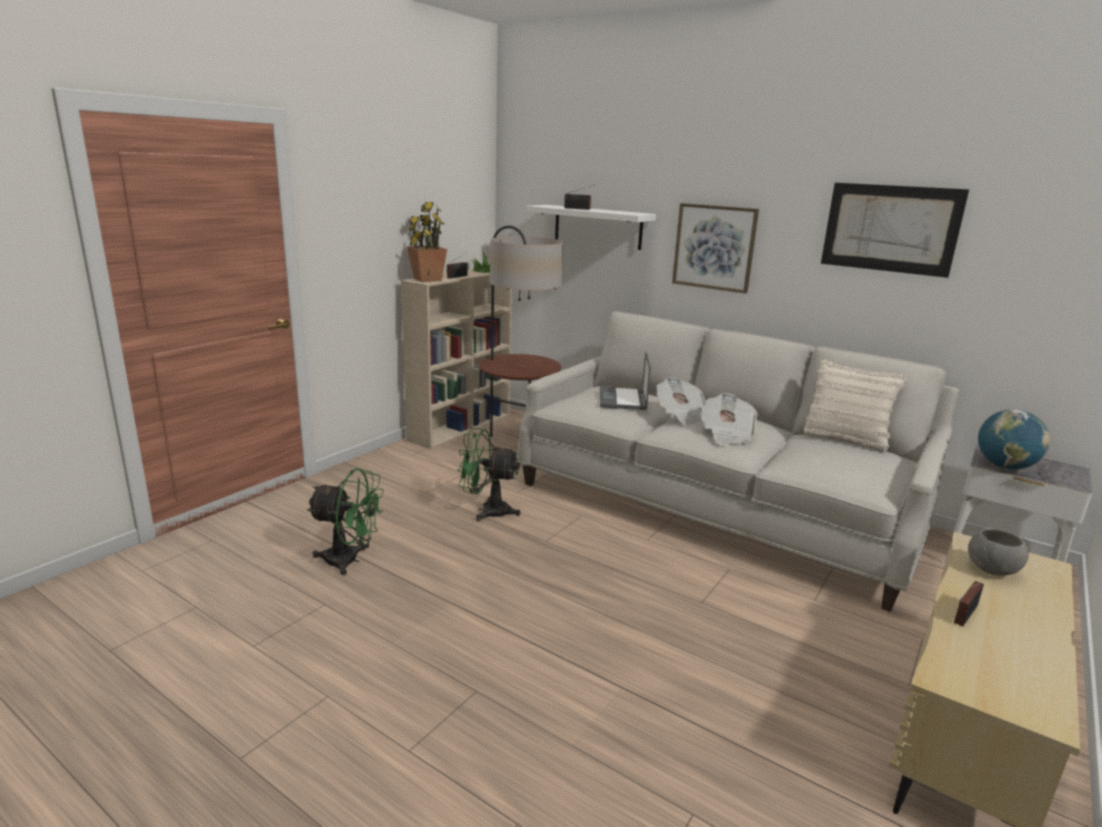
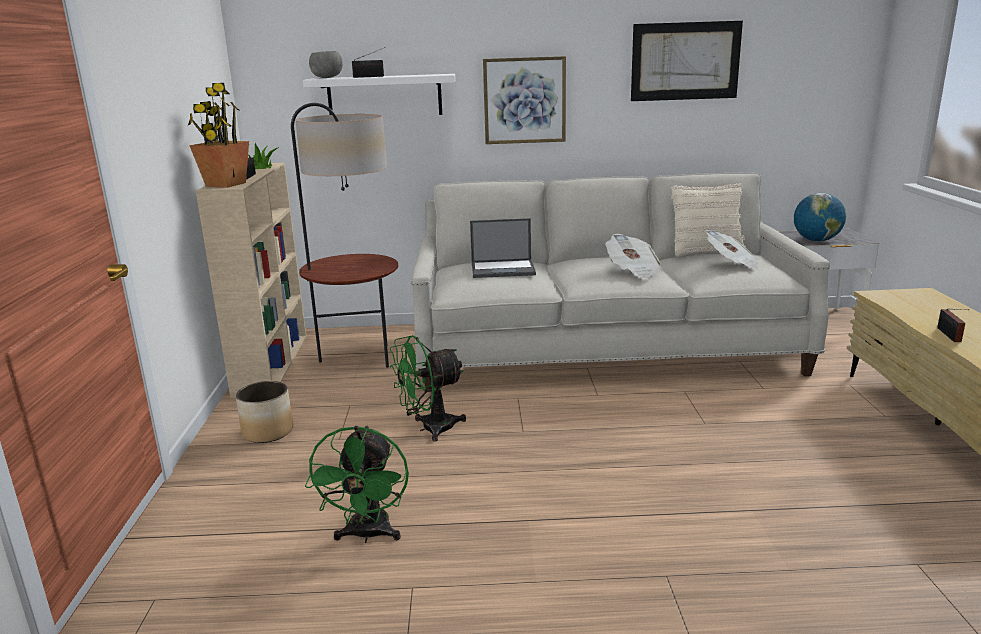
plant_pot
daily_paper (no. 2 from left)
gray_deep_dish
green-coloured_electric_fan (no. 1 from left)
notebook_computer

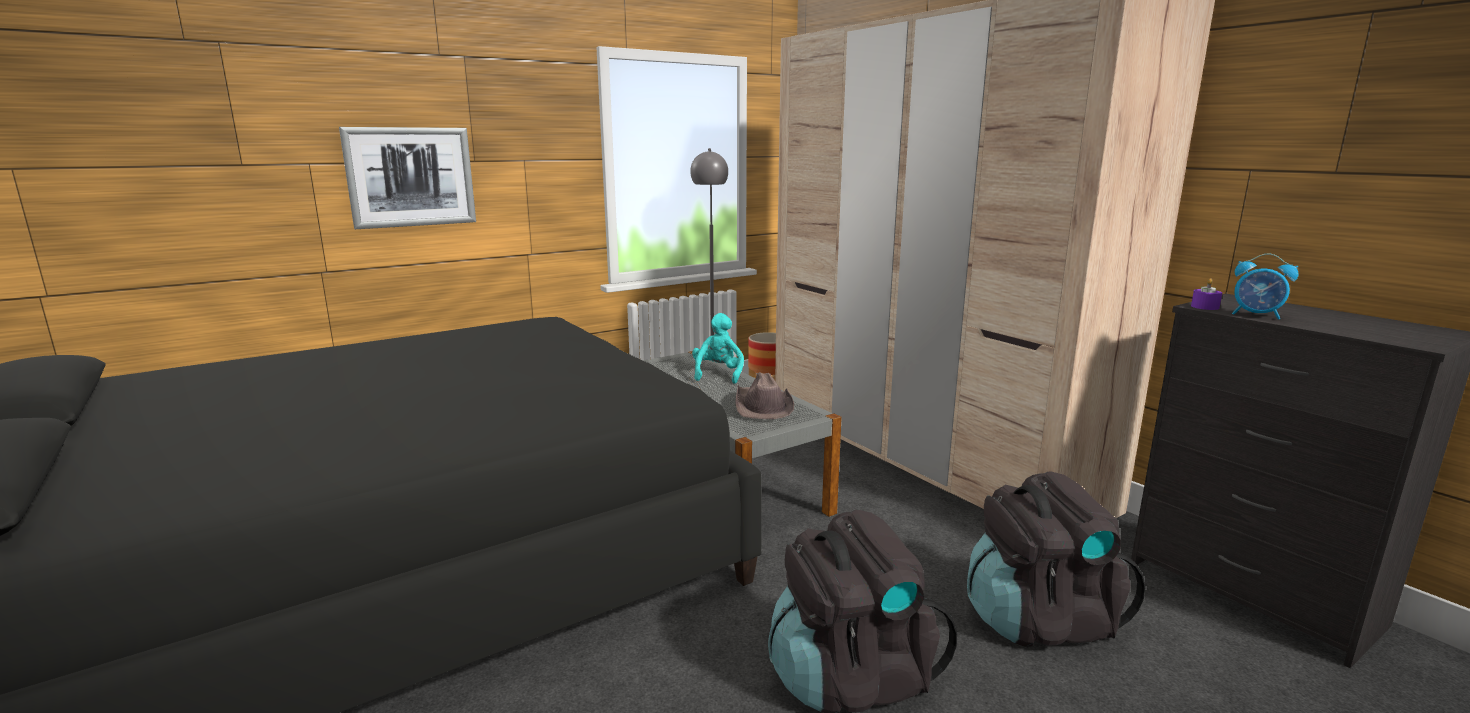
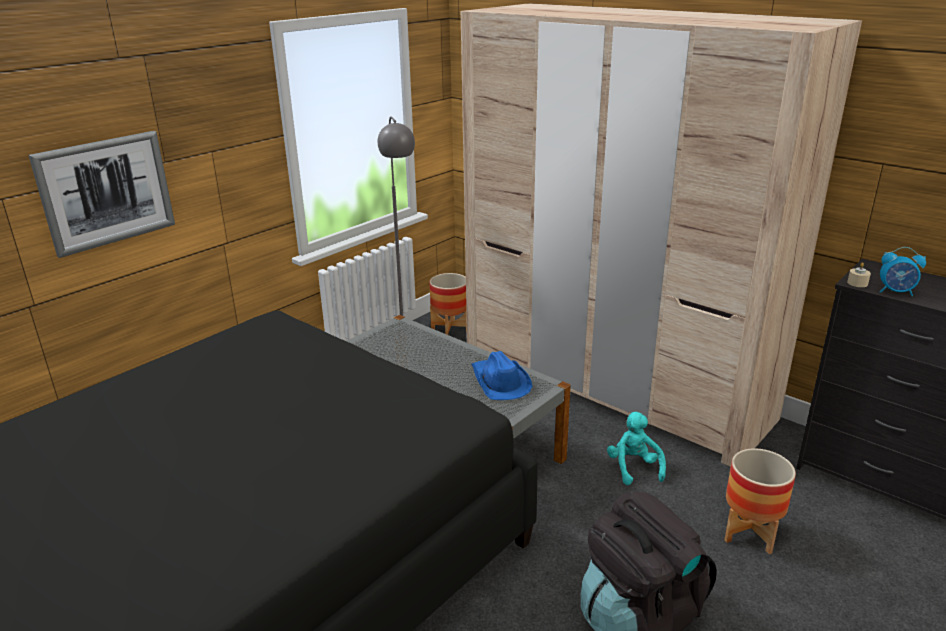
blue-green_cuddly_toy
plant_pot (no. 2 from left)
blue-coloured_clothing_hat
beige-coloured_wax_light

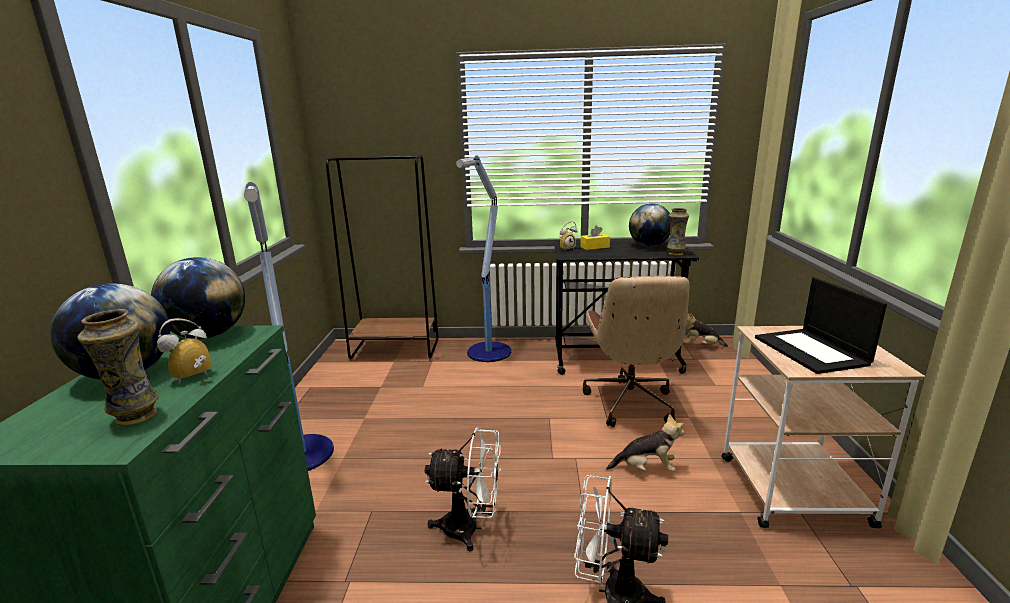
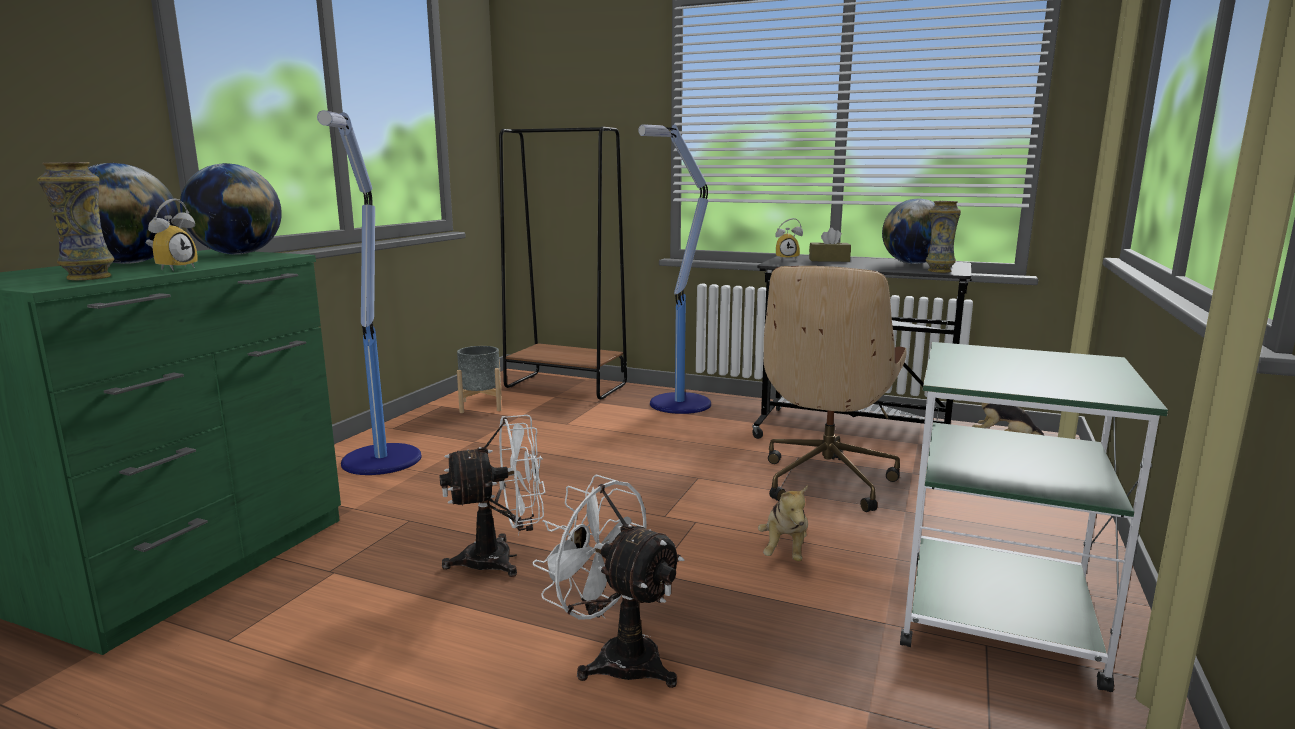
notebook_computer
gray_plant_pot
brownish_tissue_box
green-coloured_cart
bedside_clock (no. 1 from left)
white_electric_fan (no. 1 from left)
cuddly_toy (no. 1 from left)

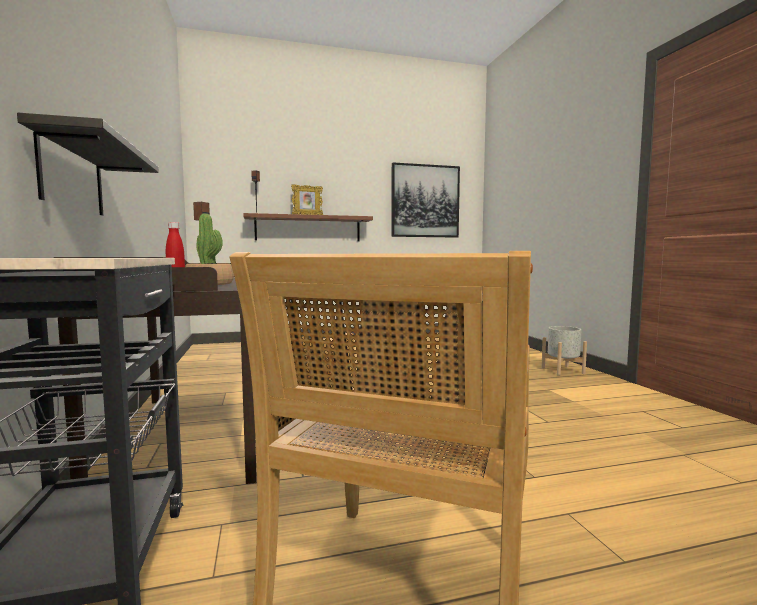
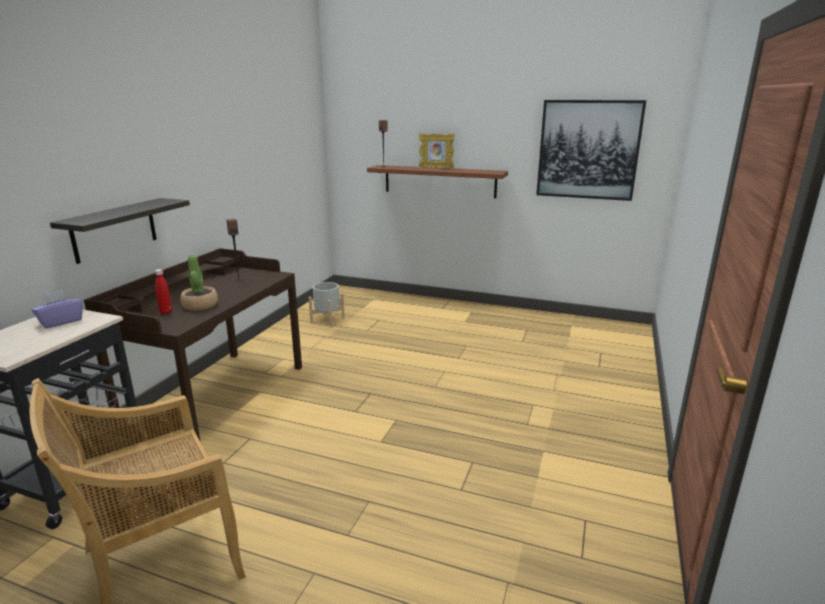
purplish_tissue_box
gray_plant_pot

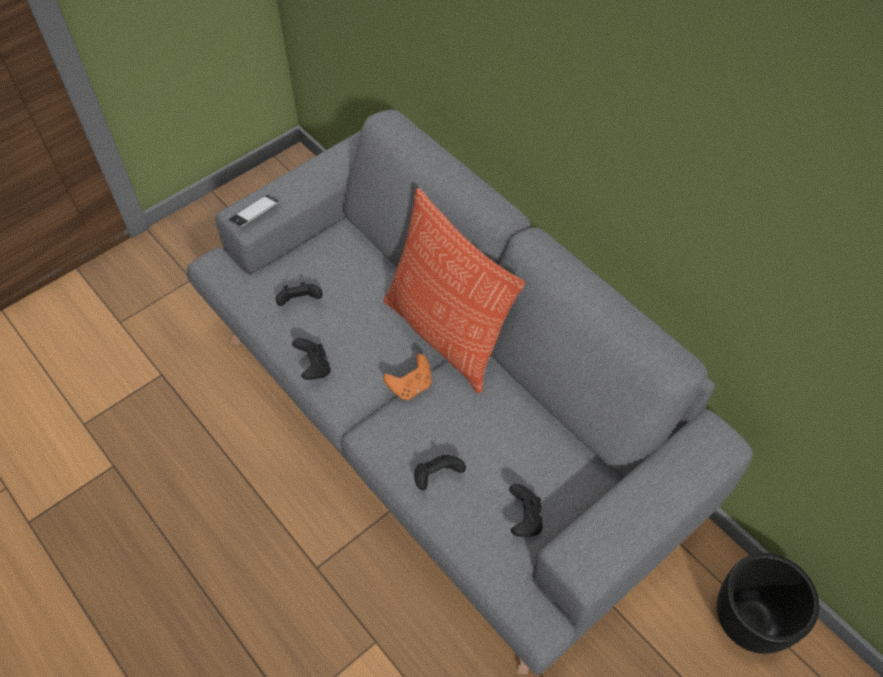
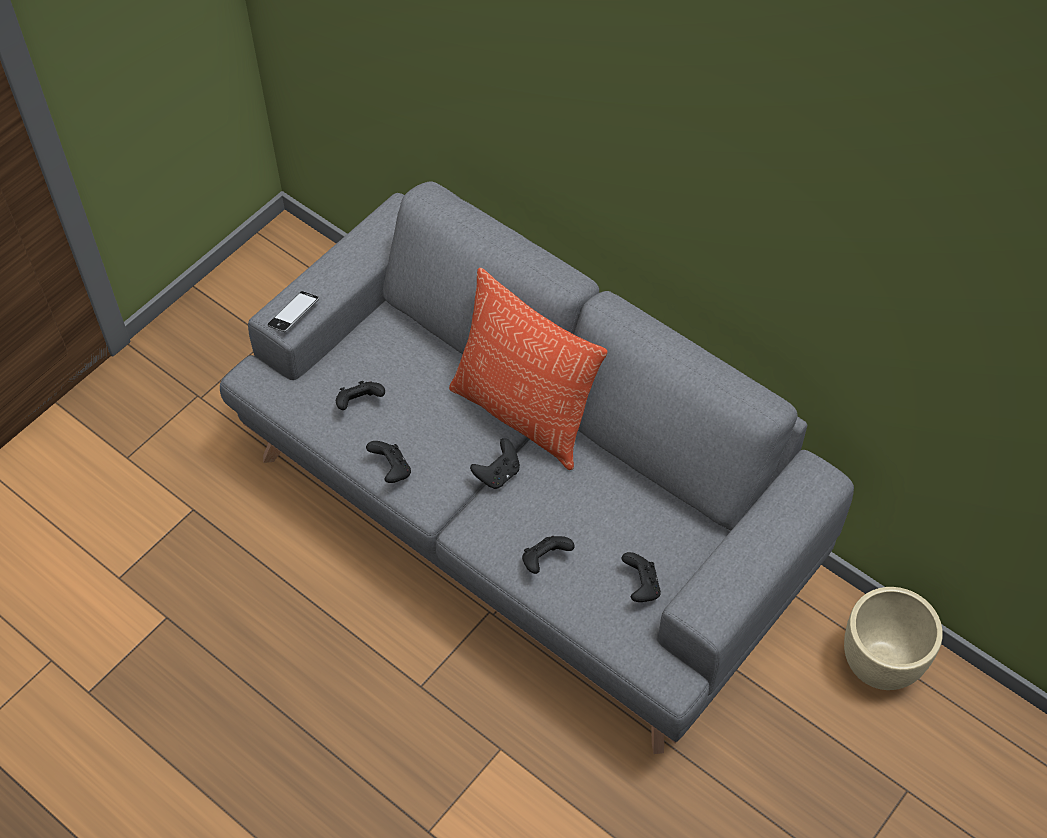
black-coloured_joypad (no. 3 from left)
beige-coloured_plant_pot

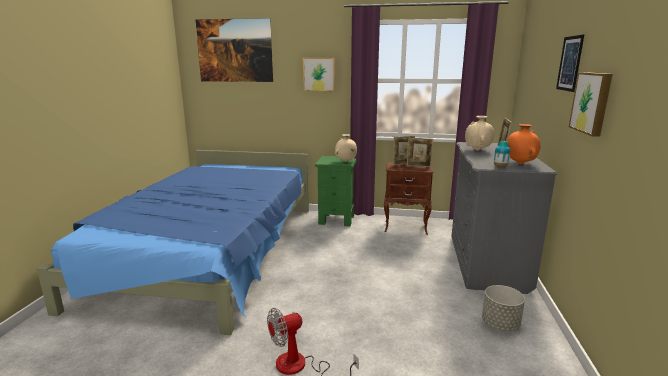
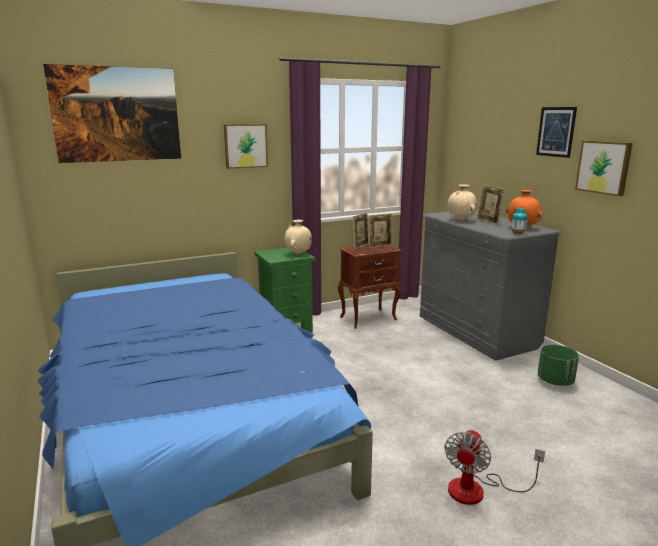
green-coloured_plant_pot

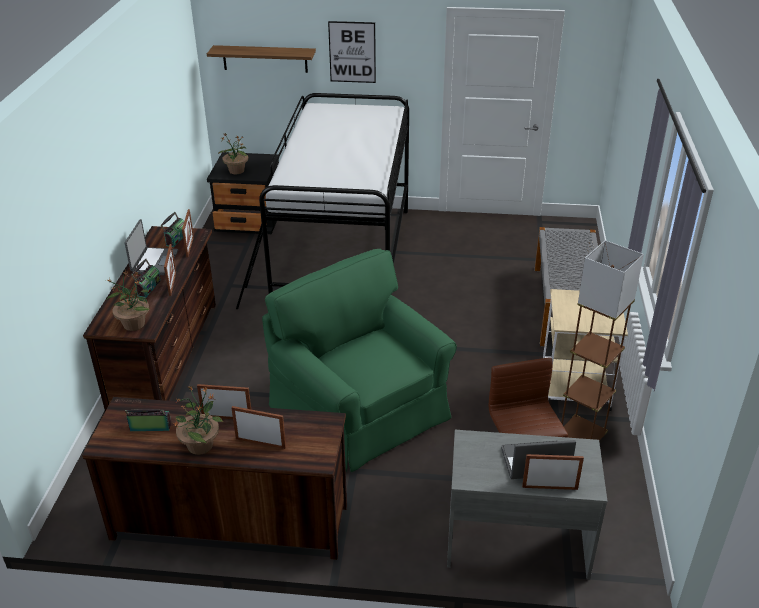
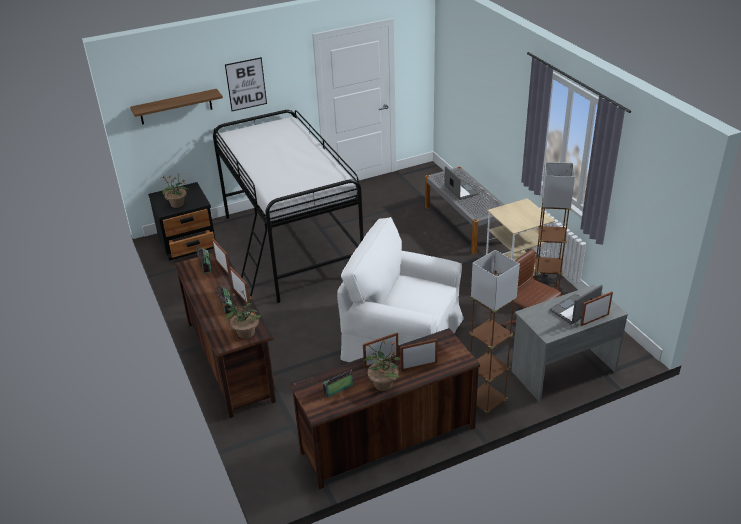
brownish_floor_lamp (no. 1 from left)
notebook_computer (no. 1 from left)
white_armchair

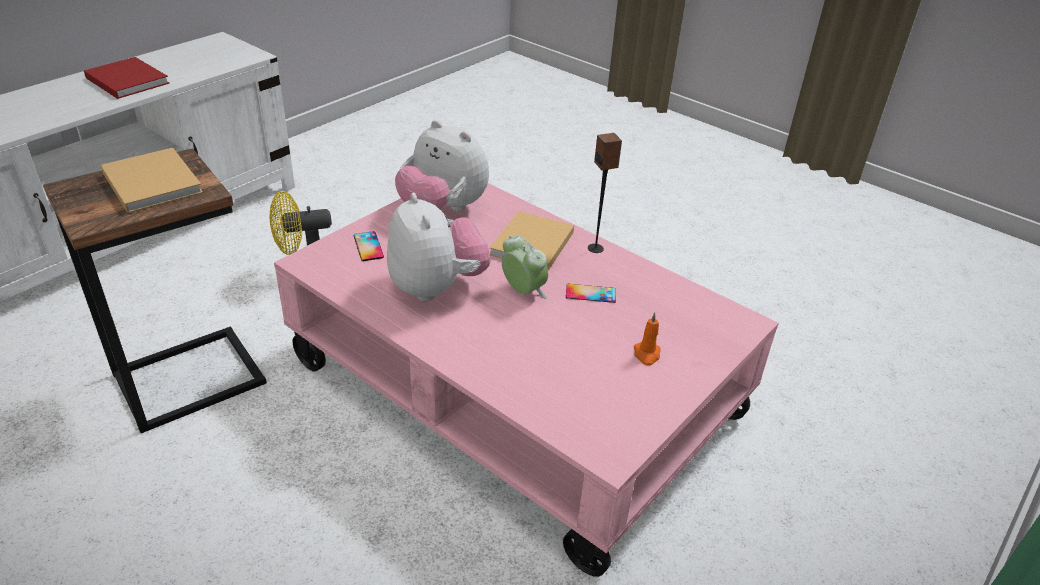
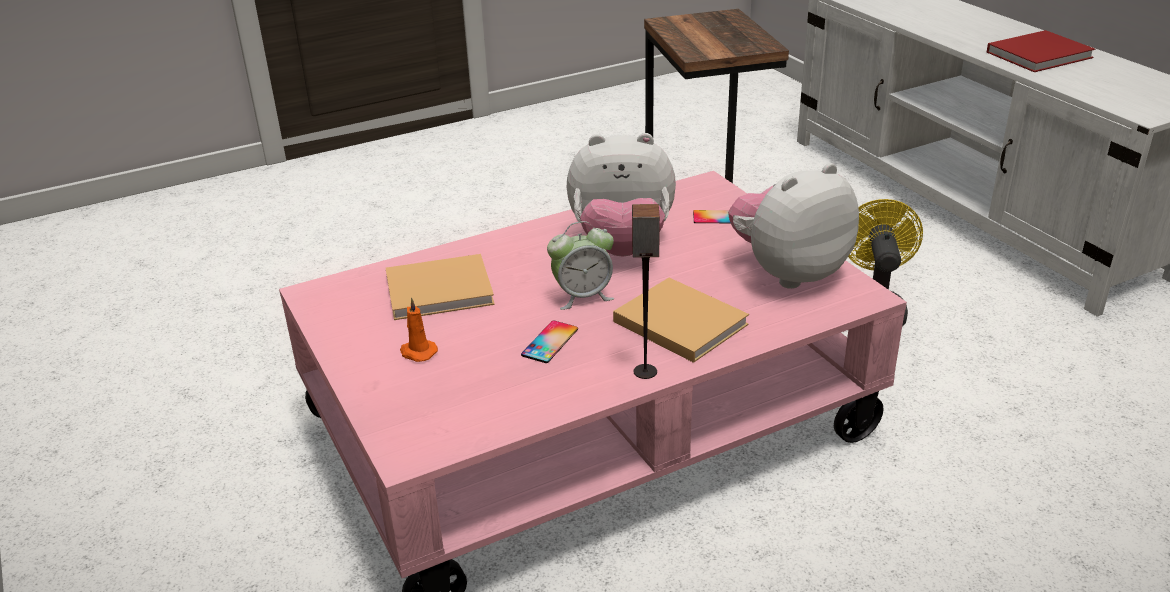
beige-coloured_book (no. 1 from left)

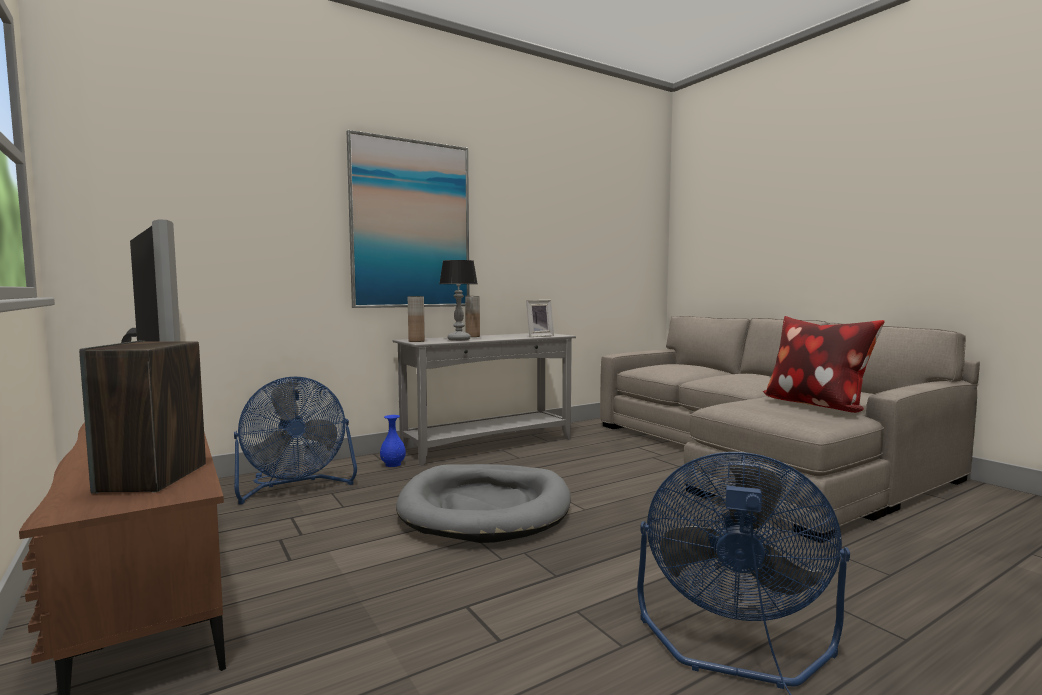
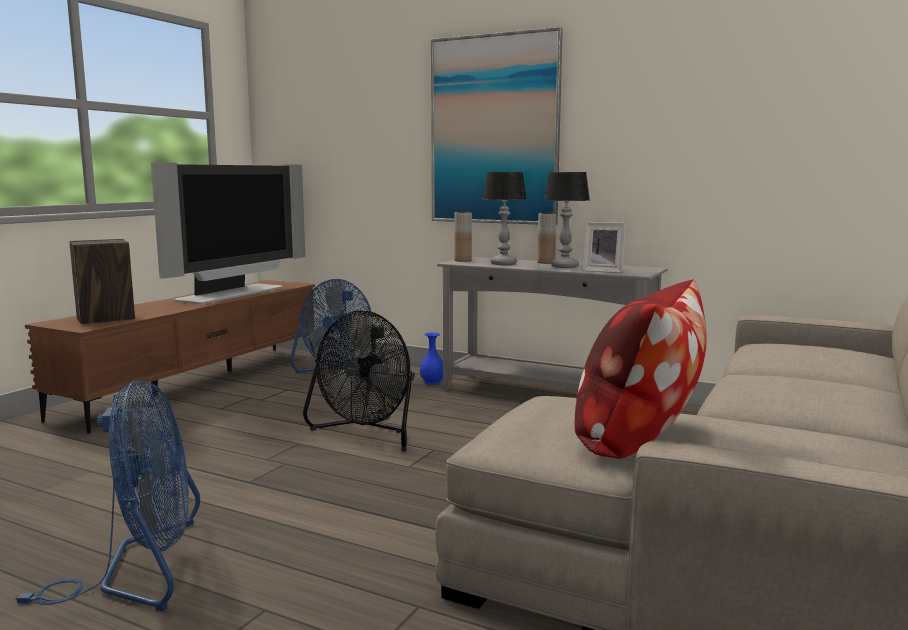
lamp_for_a_table (no. 2 from left)
black-coloured_electric_fan

